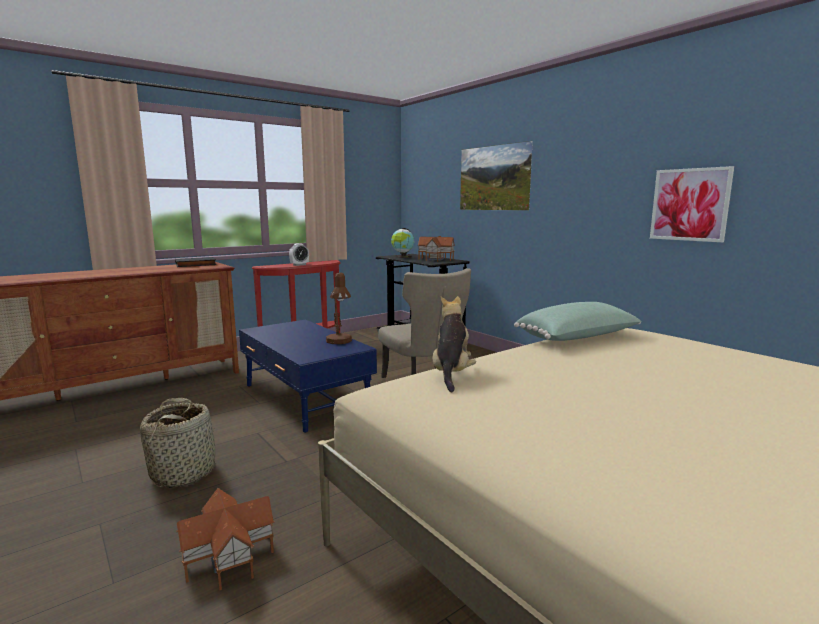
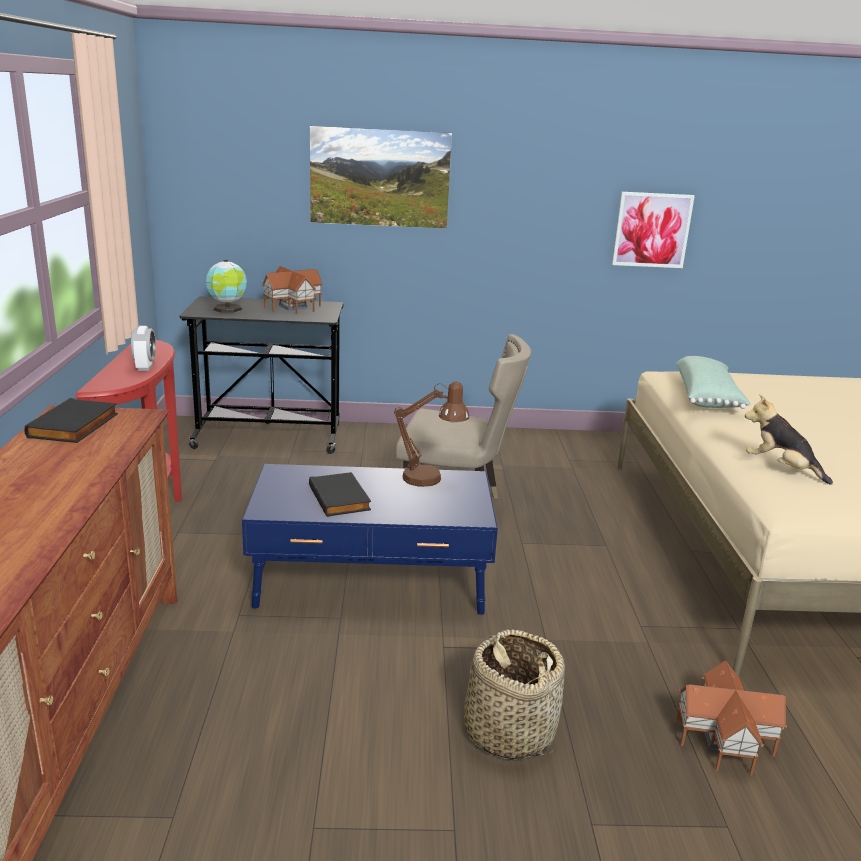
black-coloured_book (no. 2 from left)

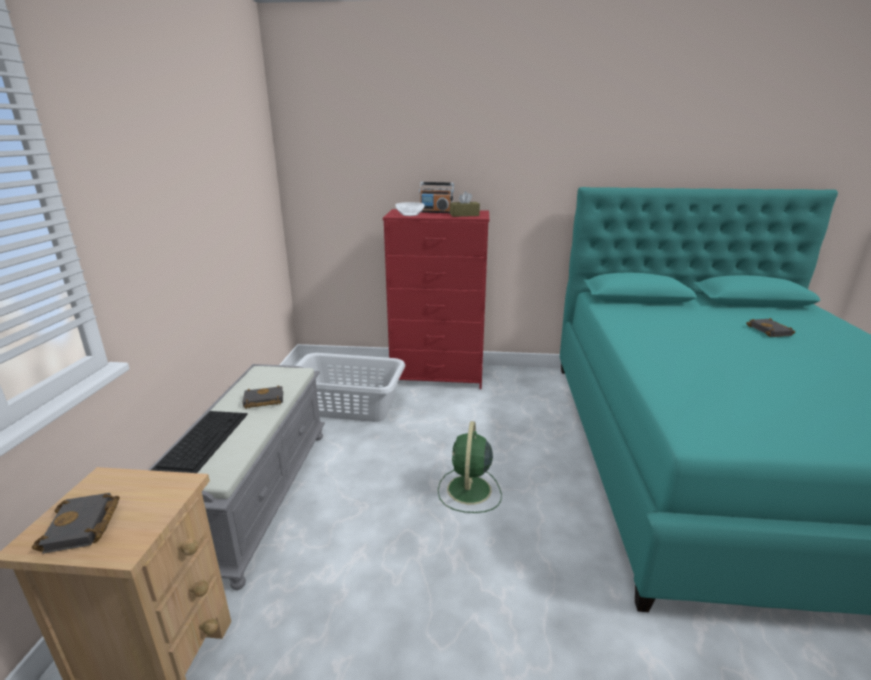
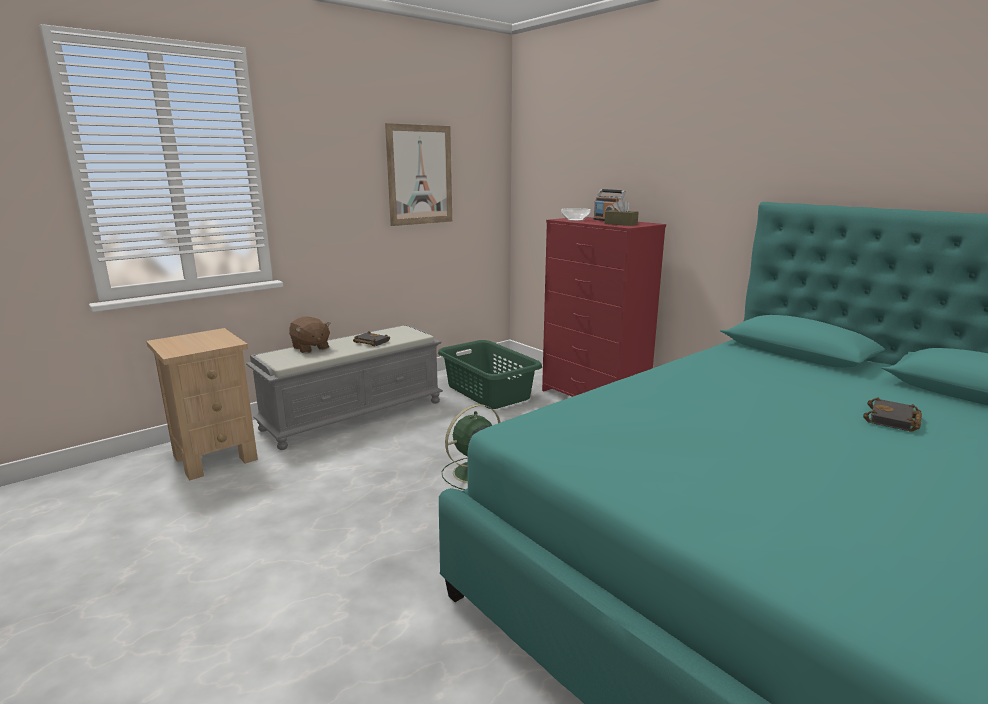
black-coloured_book (no. 1 from left in the first image)
wall_picture
brownish_cuddly_toy
green-coloured_hamper

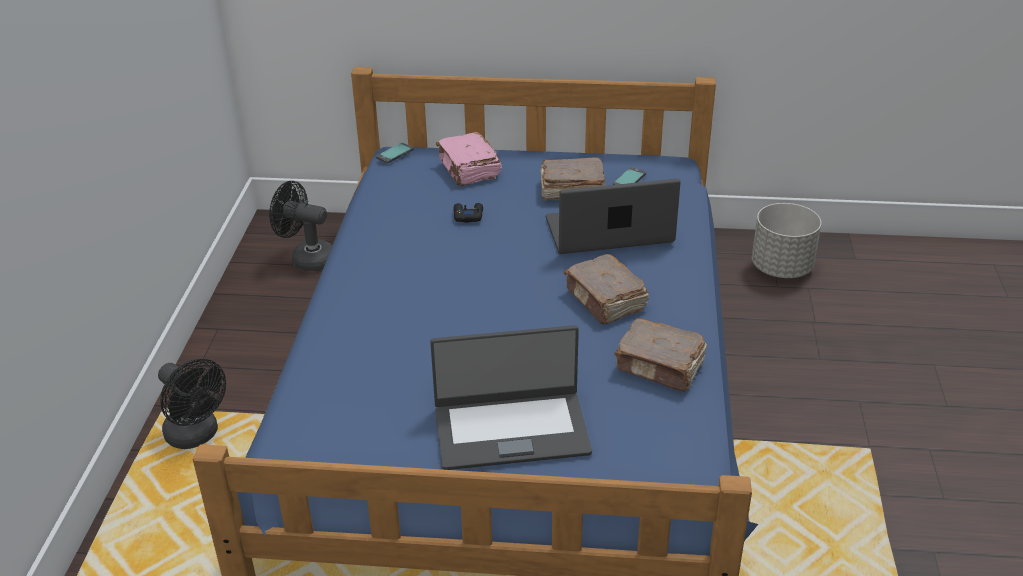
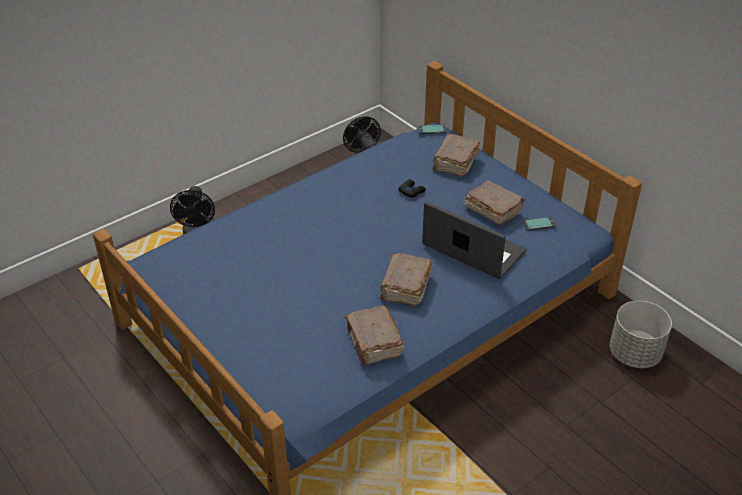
notebook_computer (no. 1 from left in the first image)
brownish_book (no. 3 from left)

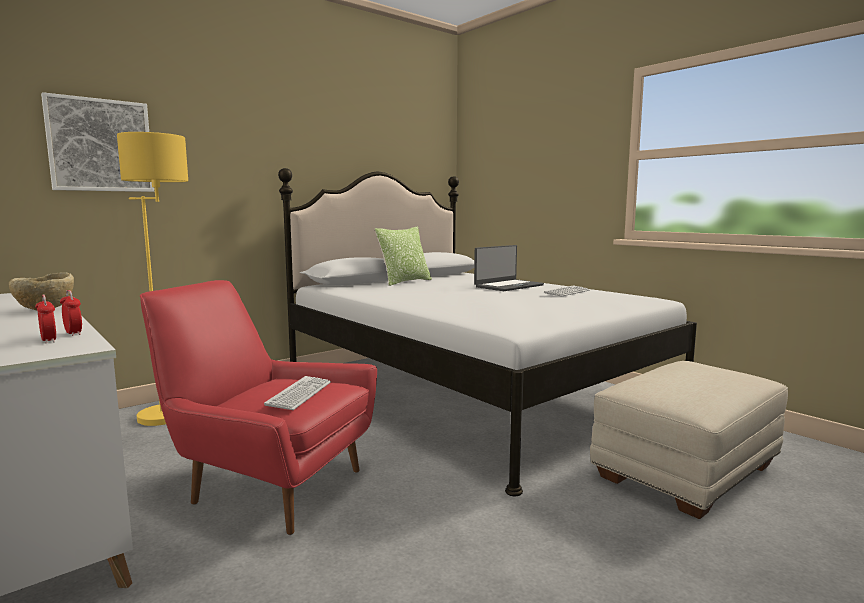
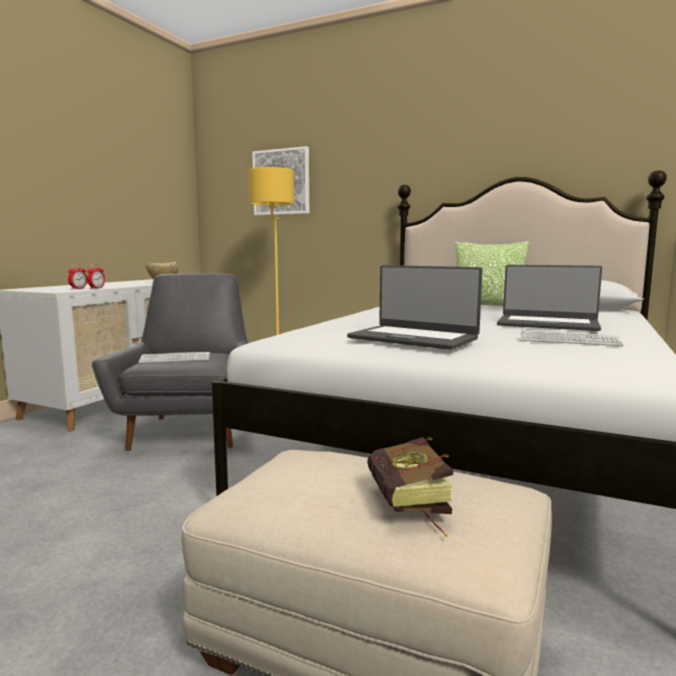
notebook_computer (no. 1 from left)
book
gray_armchair

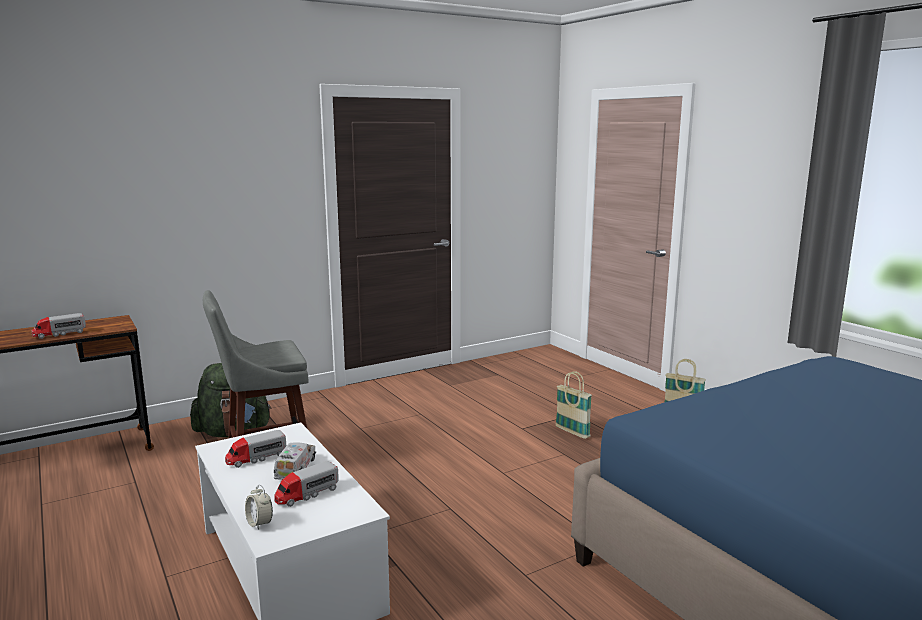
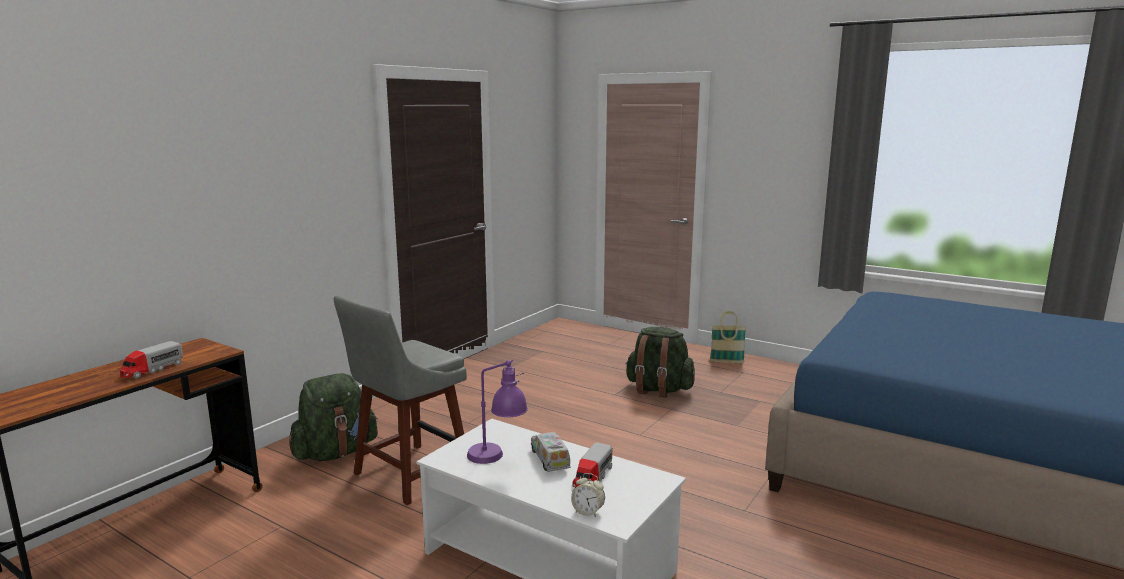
purplish_lamp_for_a_table
green-coloured_rucksack (no. 2 from left)

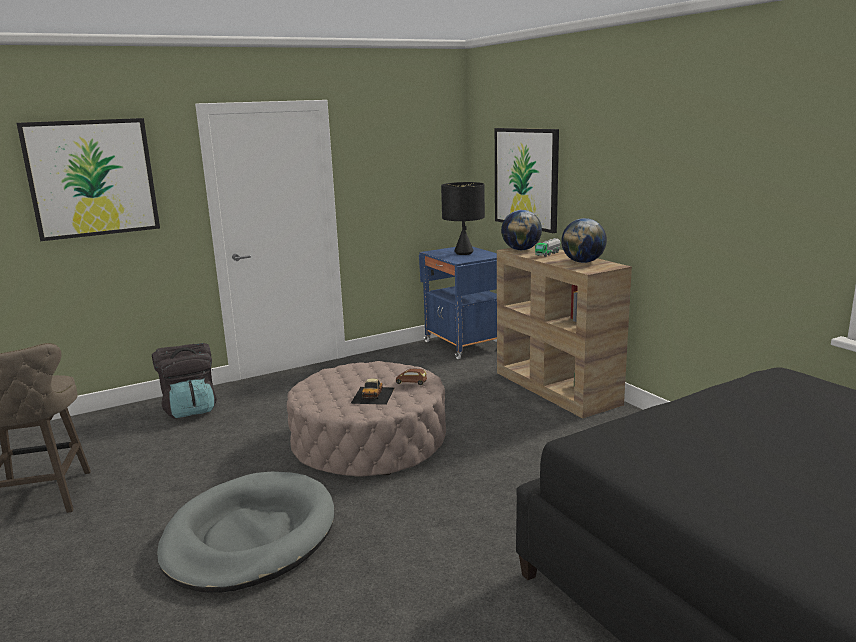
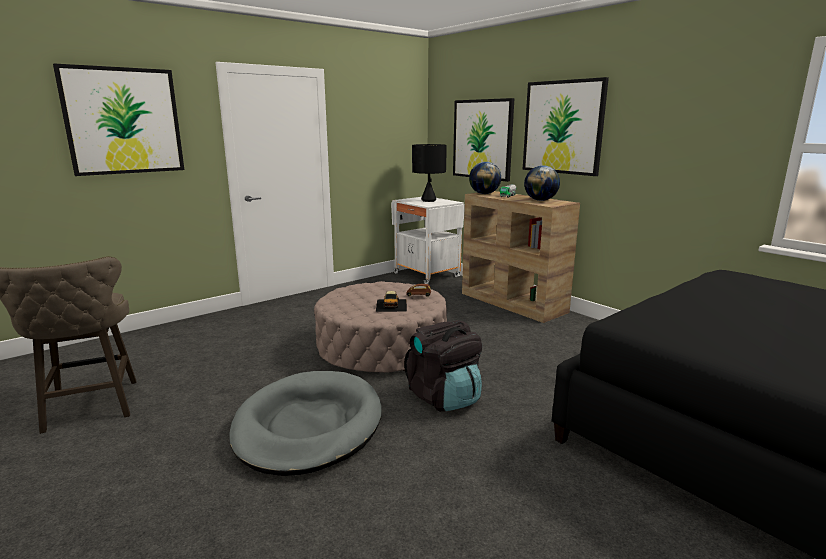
wall_picture (no. 3 from left)
black-coloured_rucksack
white_cart

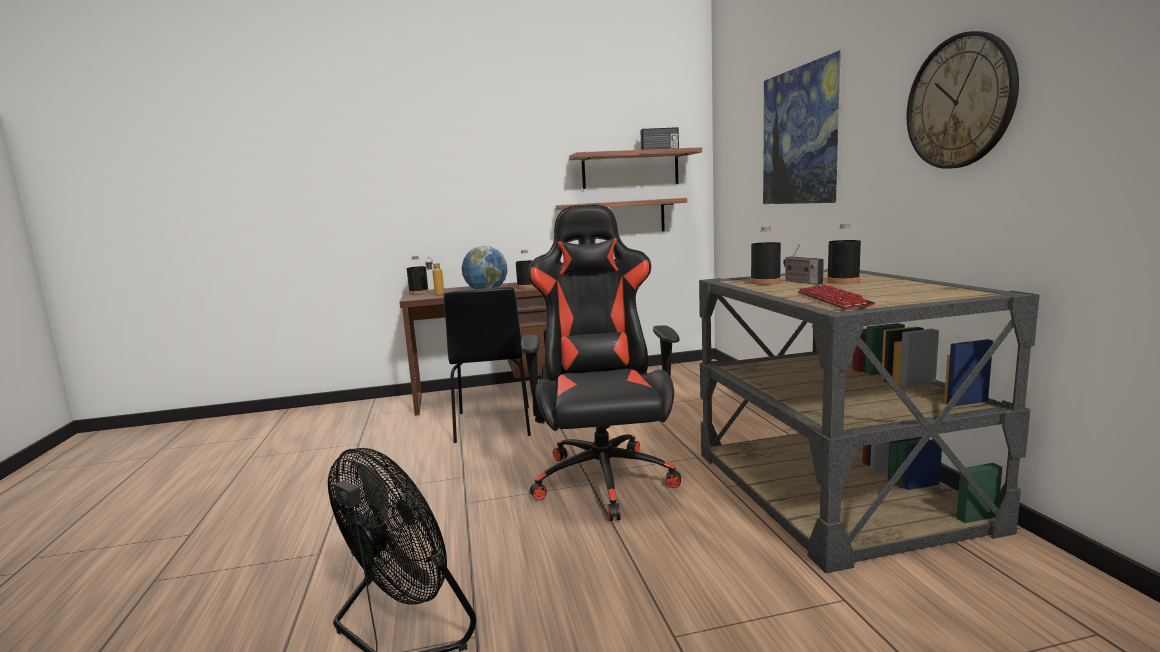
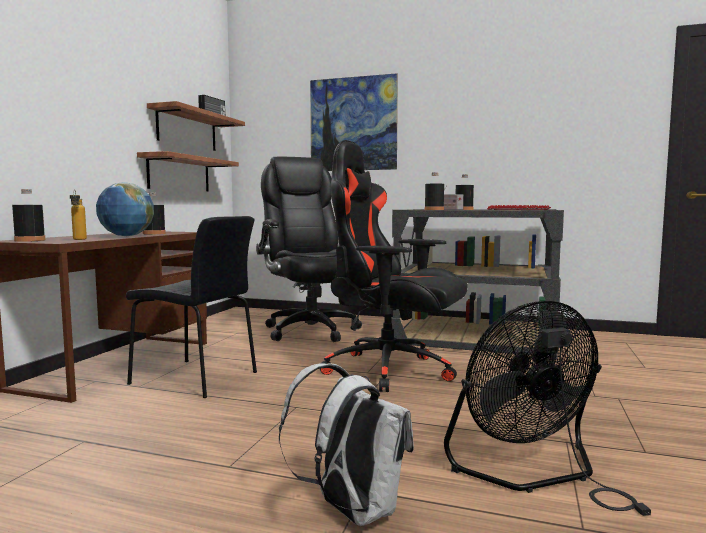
wall_clock
black-coloured_desk_chair (no. 1 from left)
white_rucksack

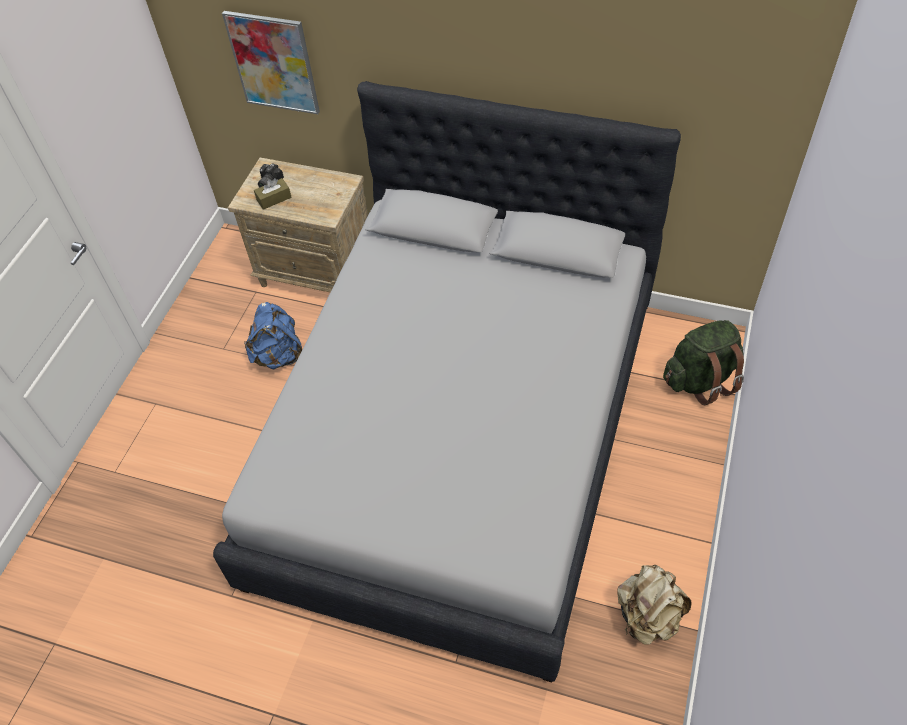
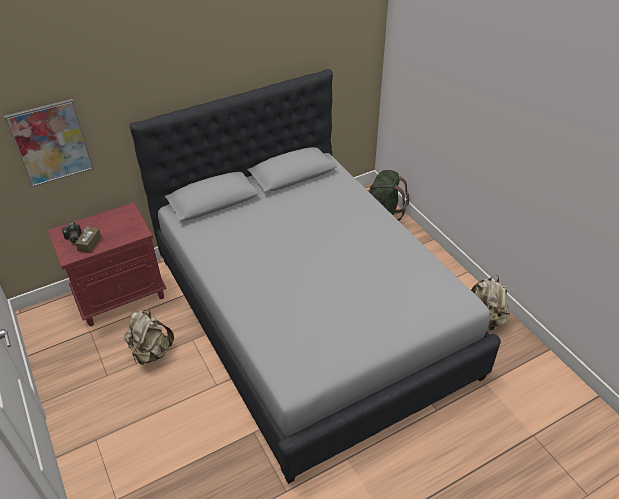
reddish_night_table
beige-coloured_rucksack (no. 1 from left)

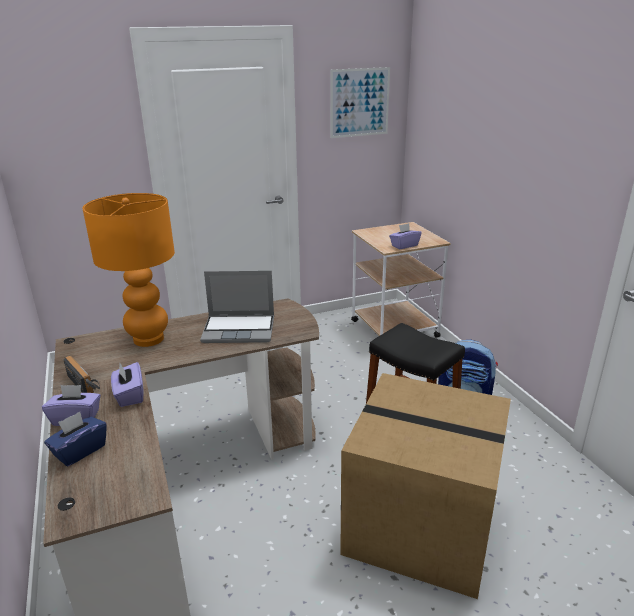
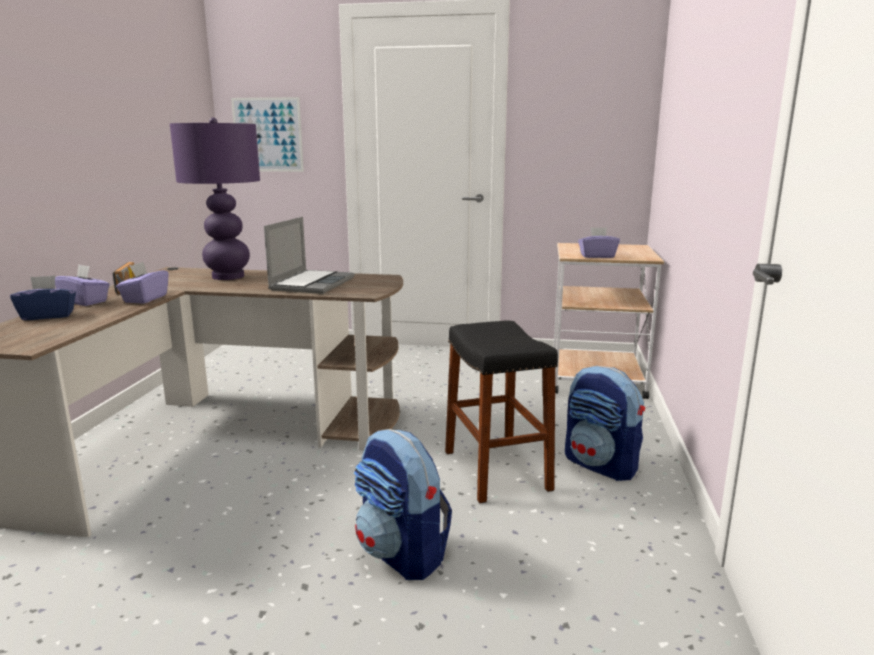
wall_picture
rucksack (no. 1 from left)
purplish_lamp_for_a_table
notebook_computer

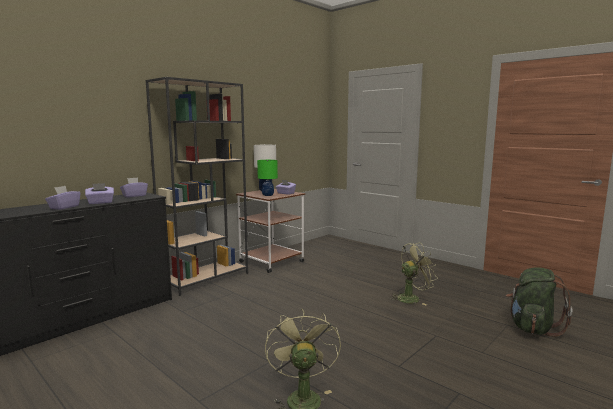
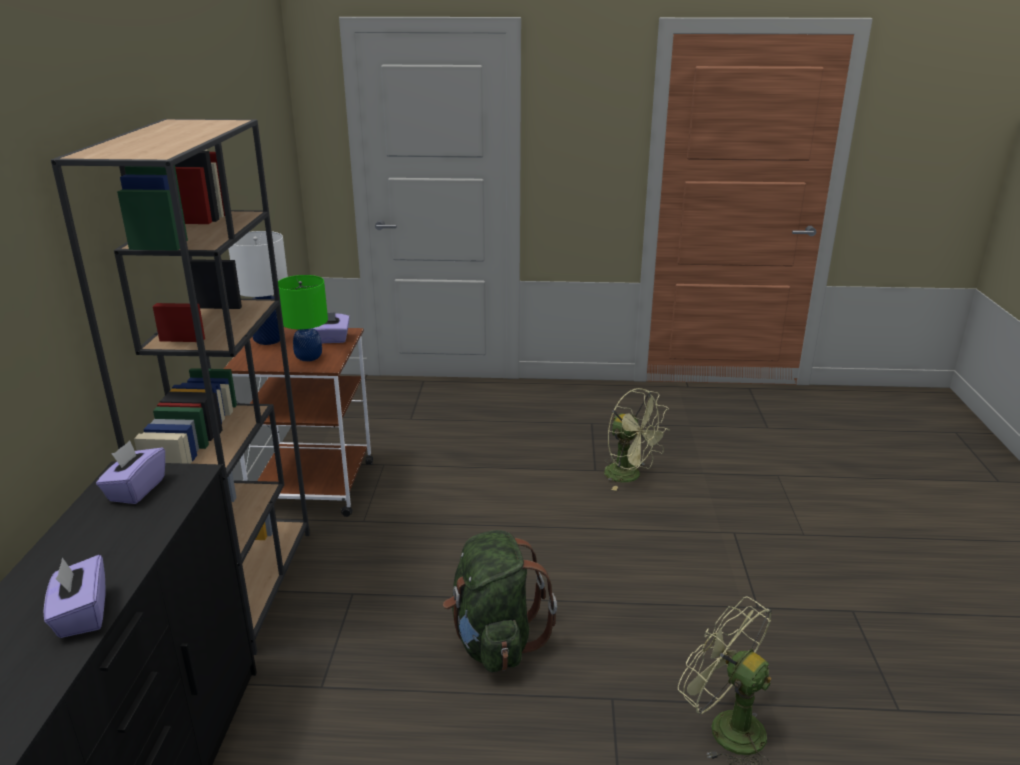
purplish_tissue_box (no. 2 from left in the first image)
green-coloured_rucksack
green-coloured_electric_fan (no. 1 from left)

